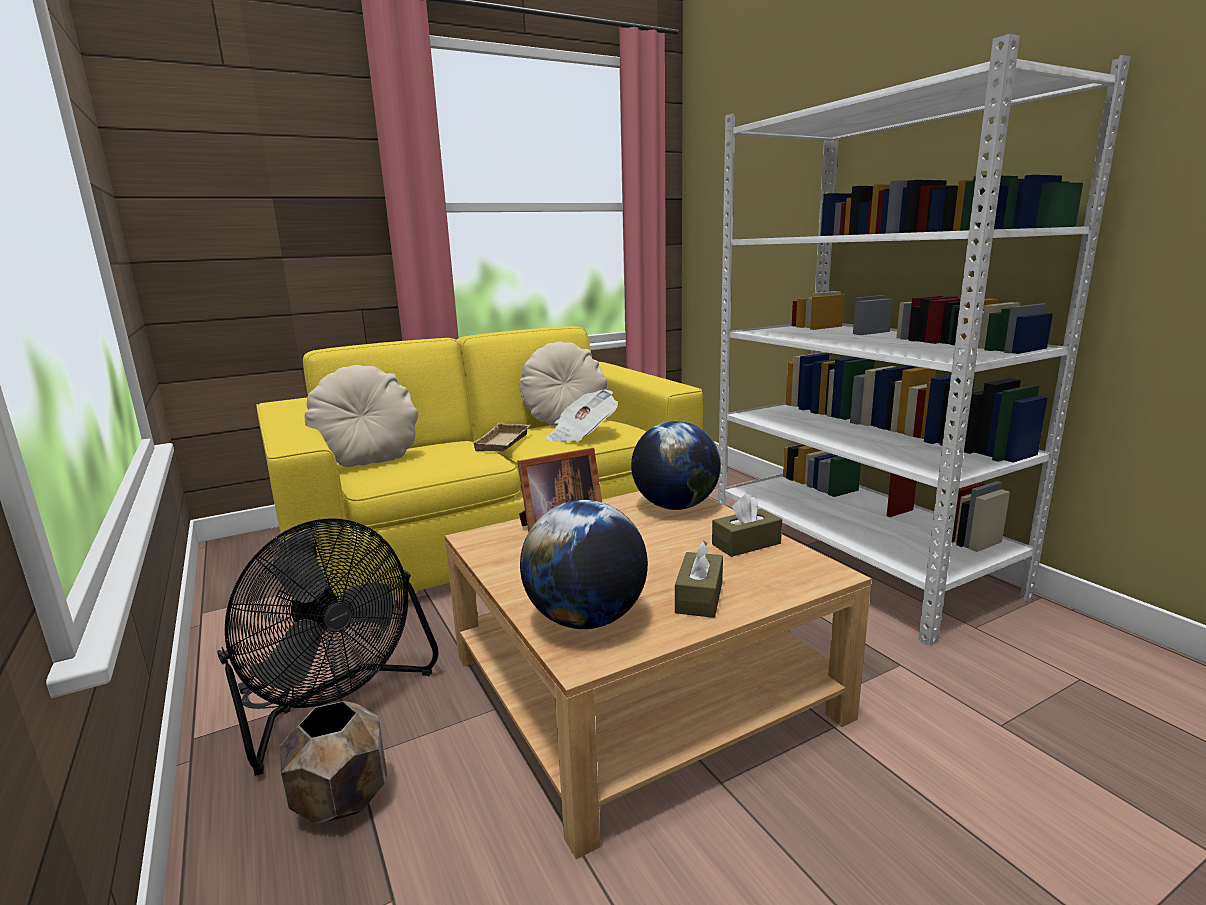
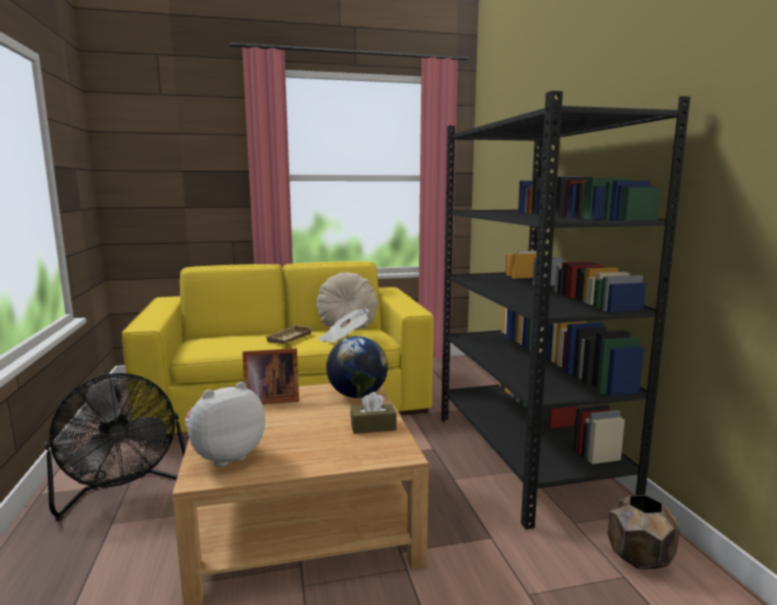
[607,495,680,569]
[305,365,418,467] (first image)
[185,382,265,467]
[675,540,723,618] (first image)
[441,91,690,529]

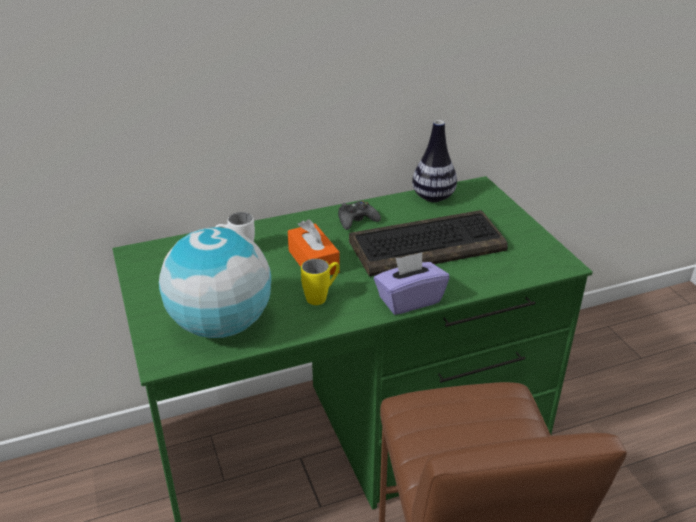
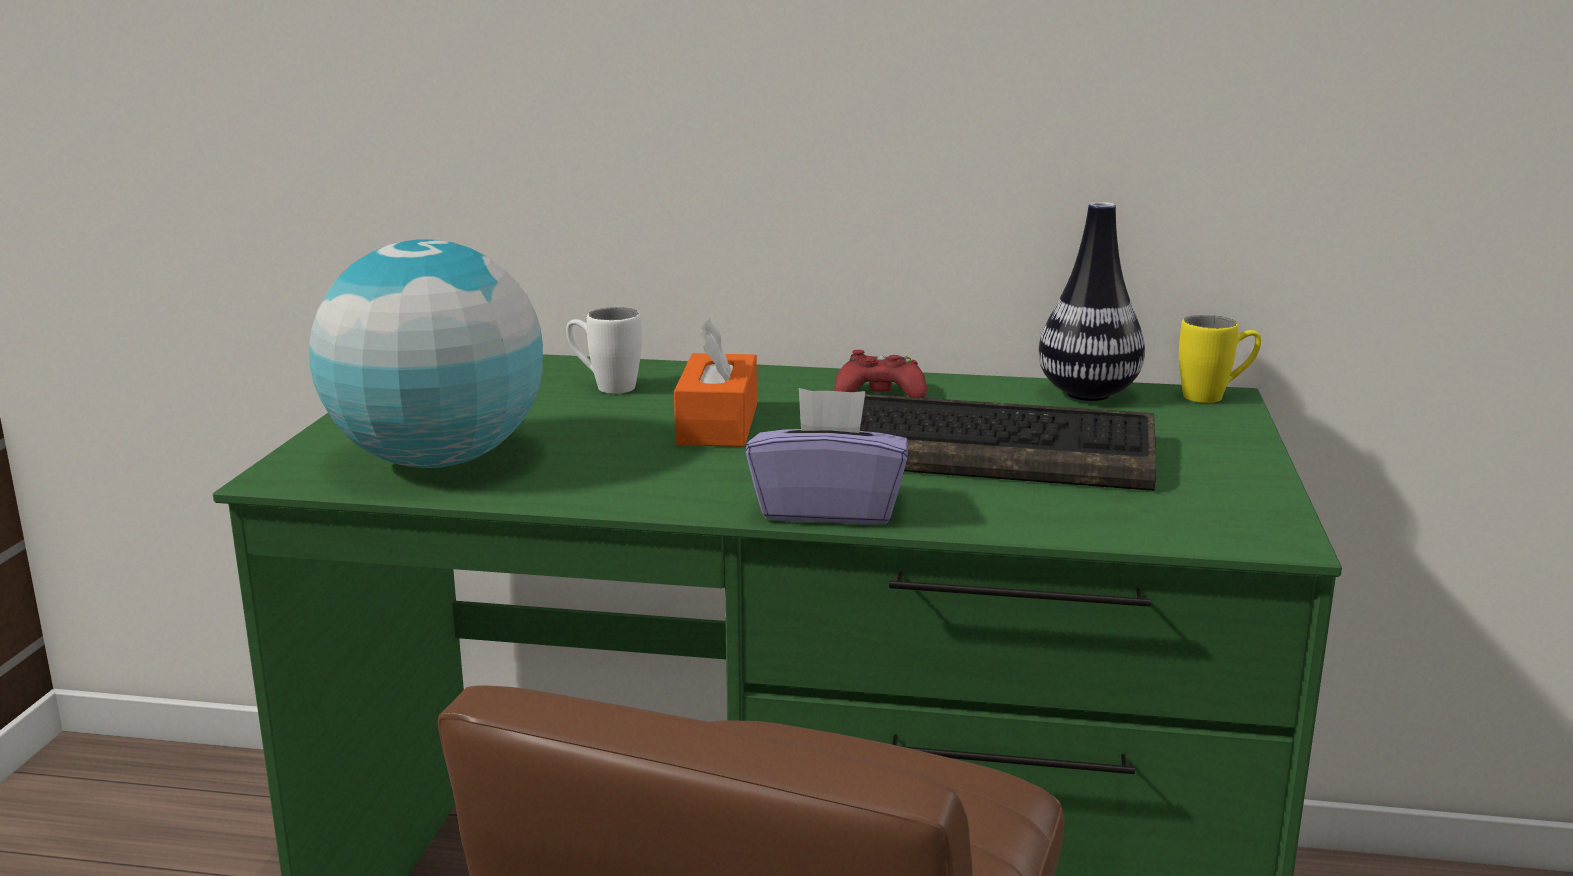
[1179,315,1261,403]
[834,350,927,398]

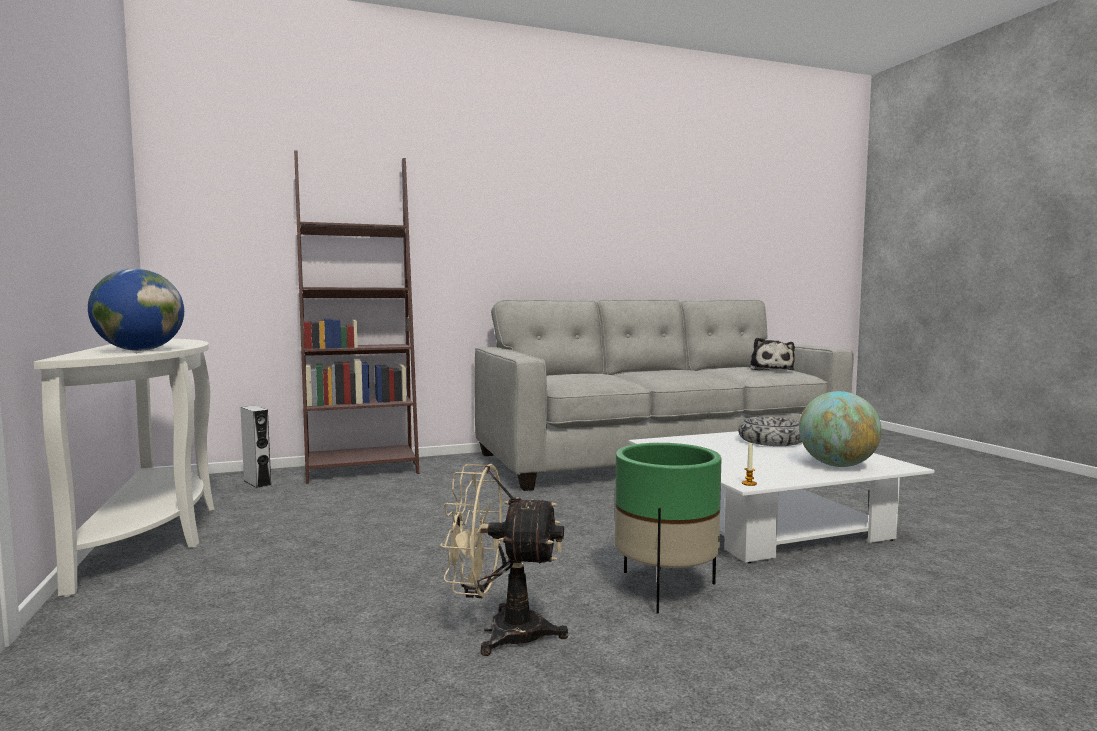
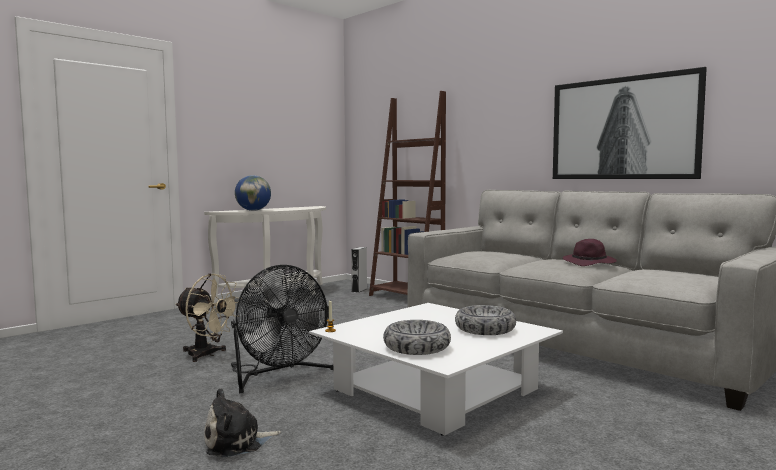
[175,274,242,362]
[231,265,333,393]
[204,388,281,457]
[383,320,451,355]
[553,67,707,179]
[563,239,617,266]

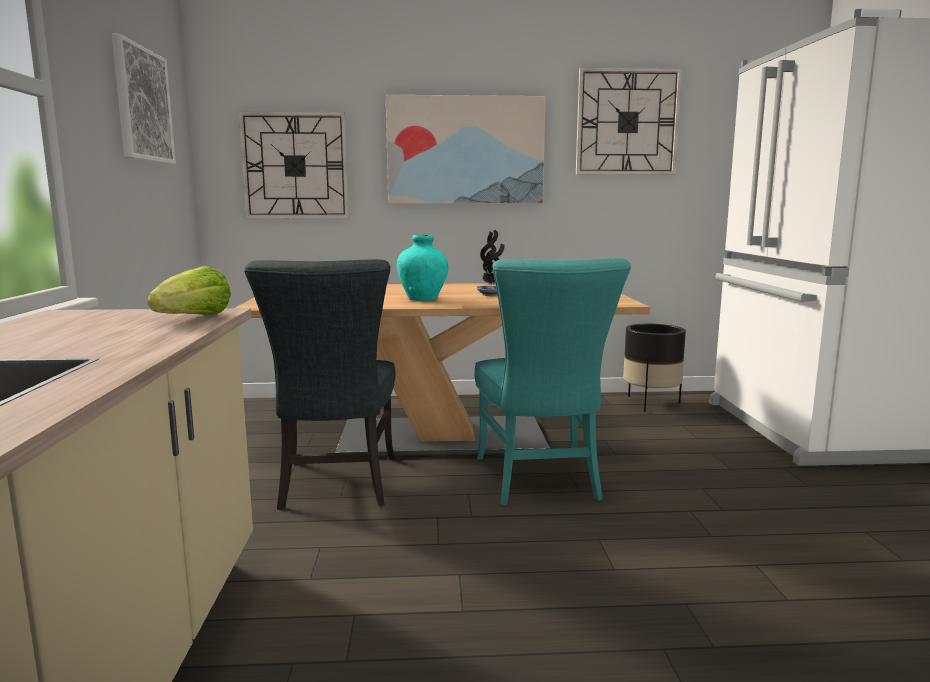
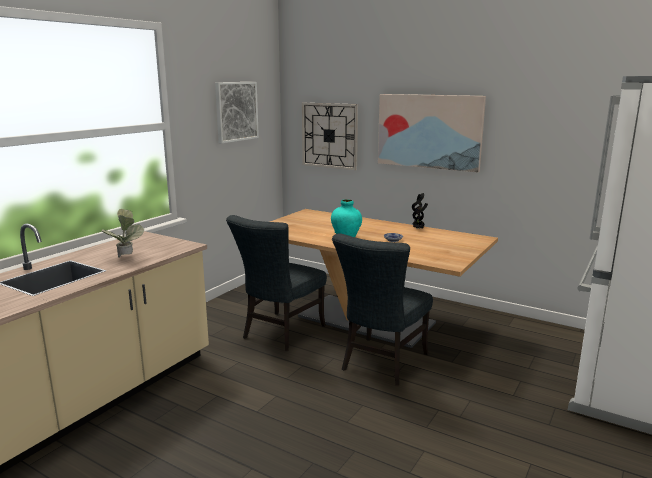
[147,266,231,315] (first image)
[332,233,433,386]
[576,67,682,175] (first image)
[623,324,686,412] (first image)
[101,209,144,258]

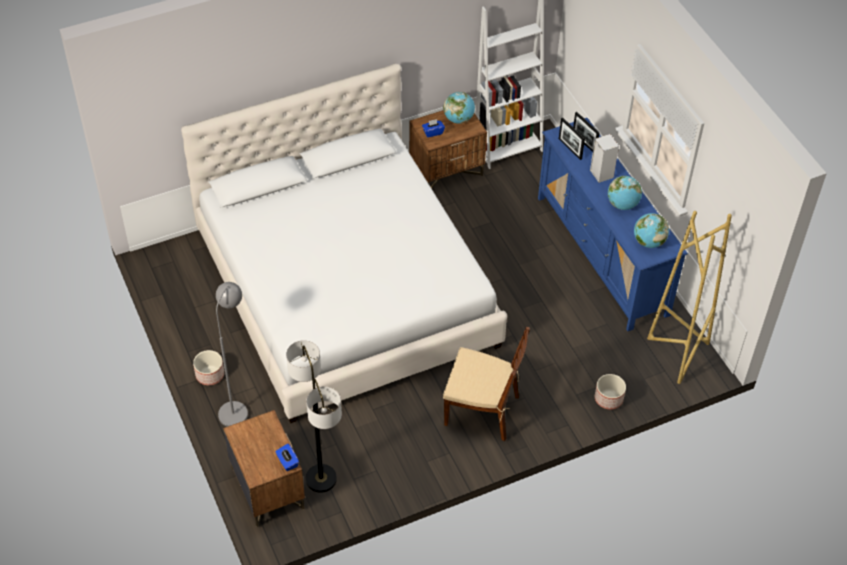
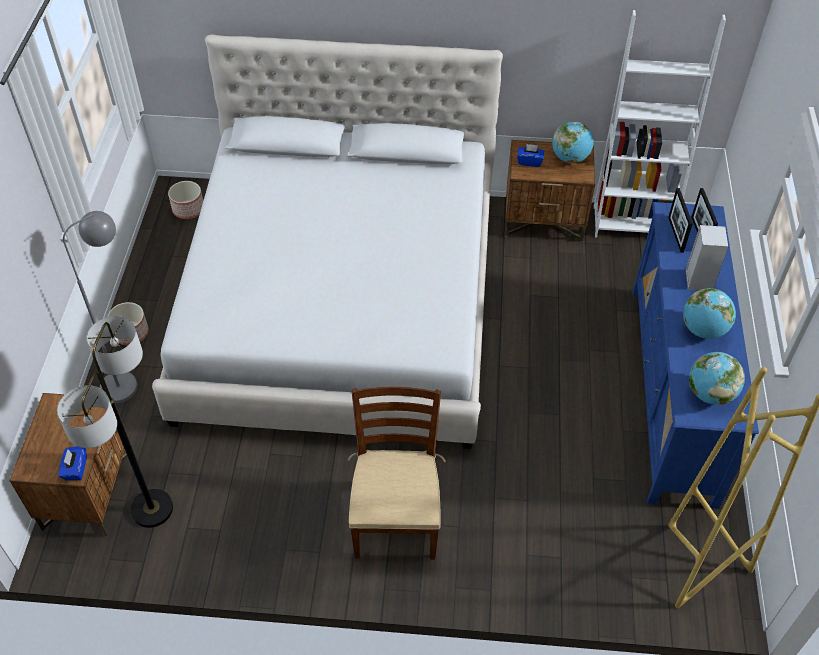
[348,387,445,560]
[168,181,203,219]

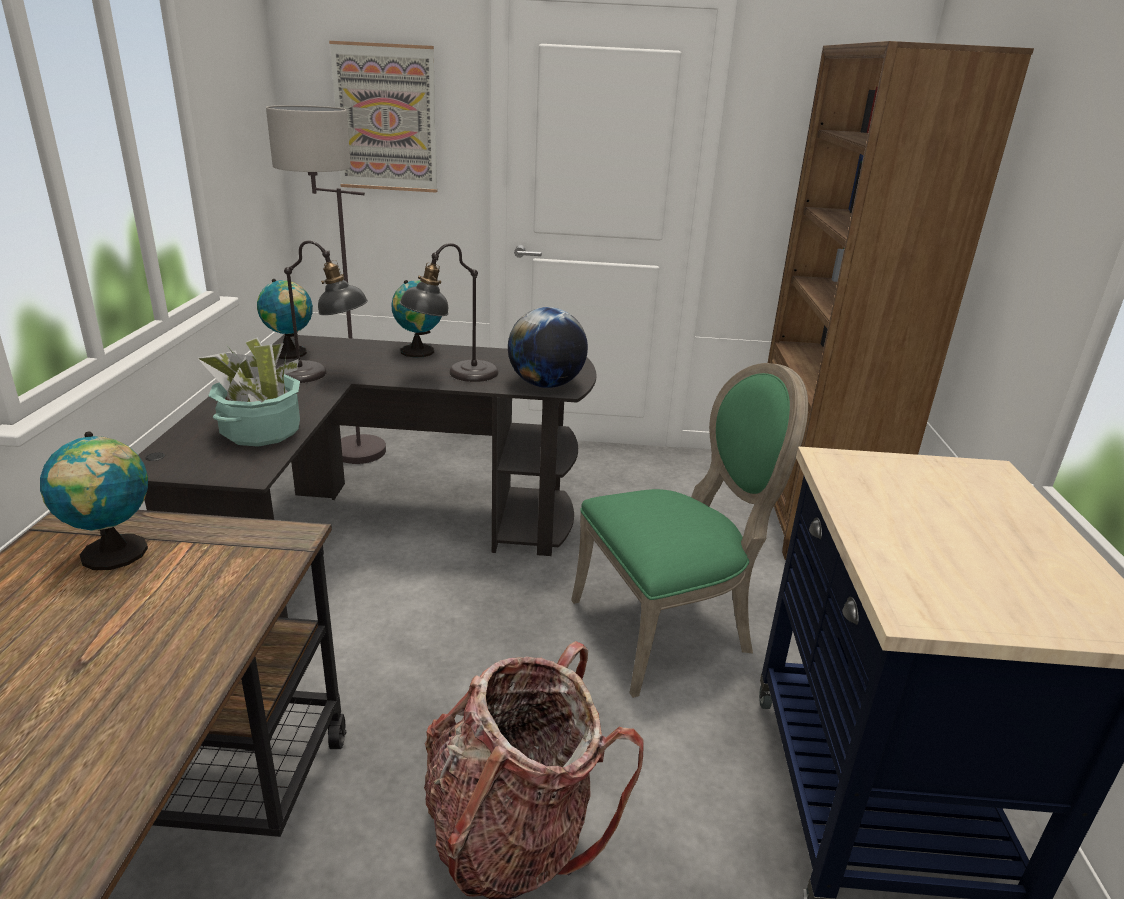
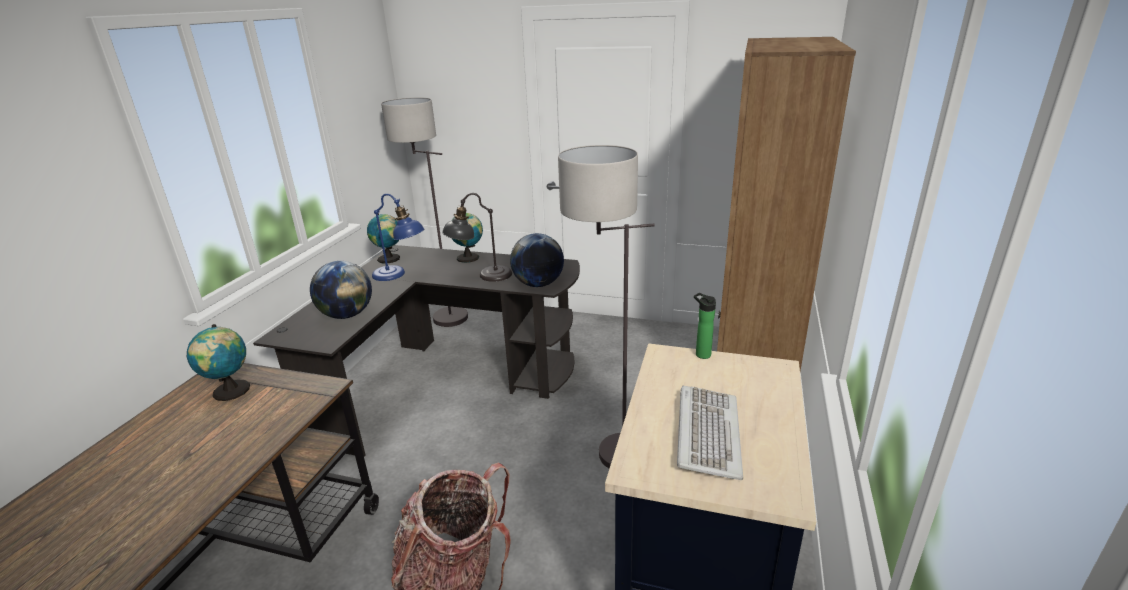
[310,261,372,319]
[372,194,424,281]
[329,41,437,193] (first image)
[558,145,655,468]
[677,386,743,480]
[694,293,716,359]

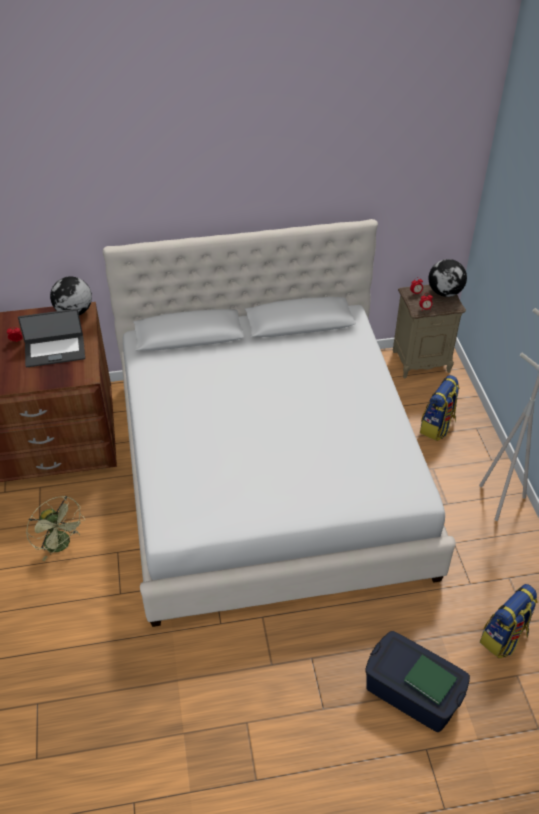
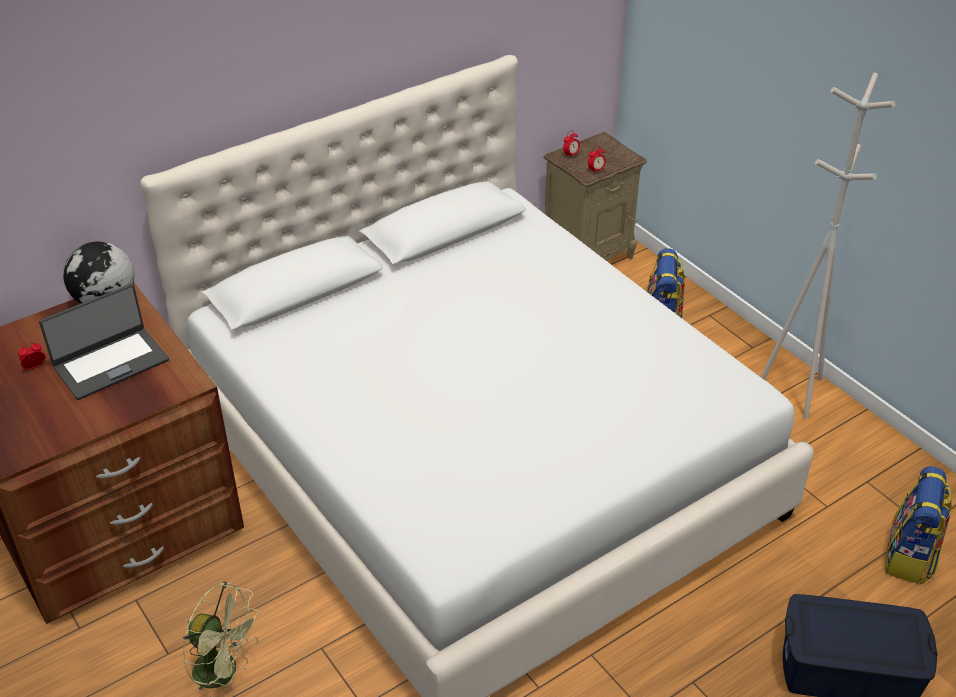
[404,655,457,705] (first image)
[428,259,467,297] (first image)

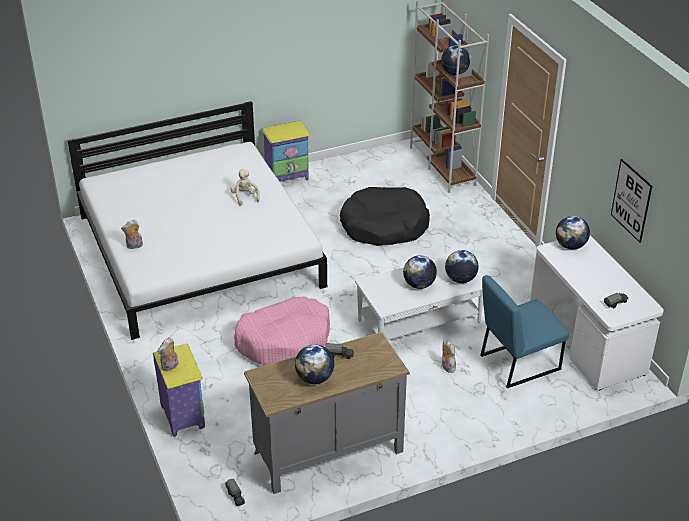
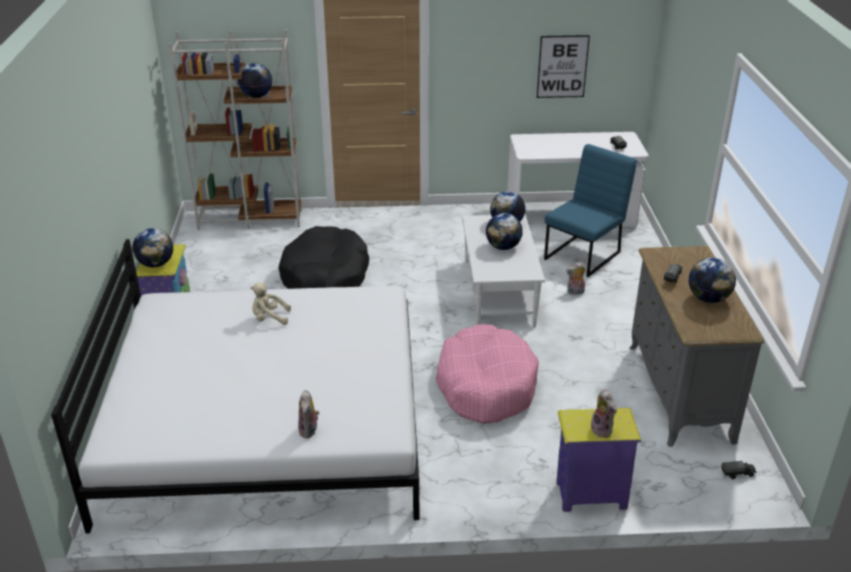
[544,144,637,277]
[132,228,173,267]

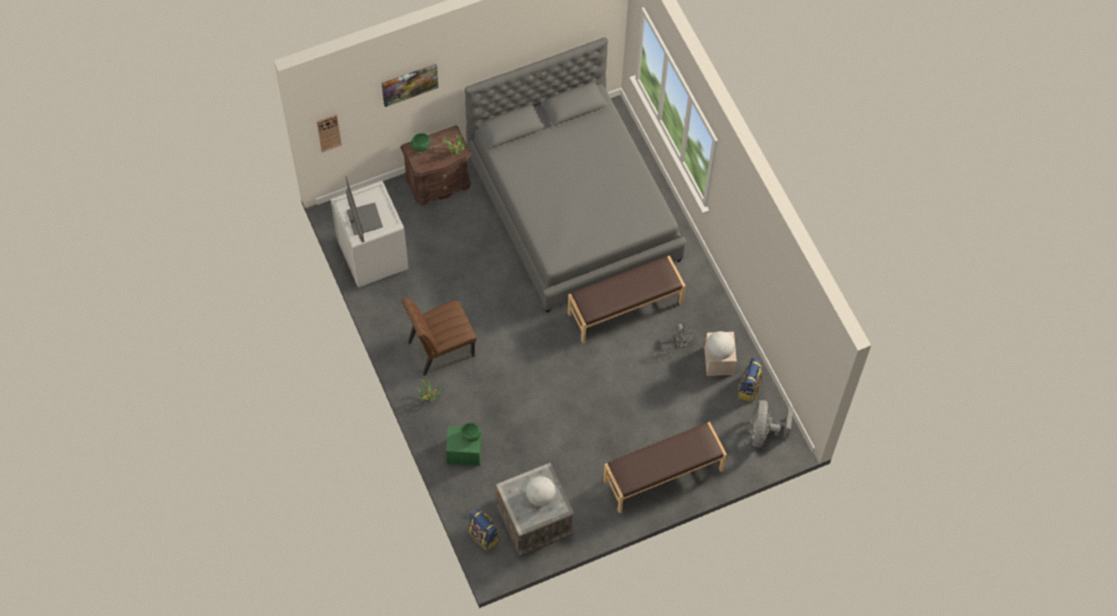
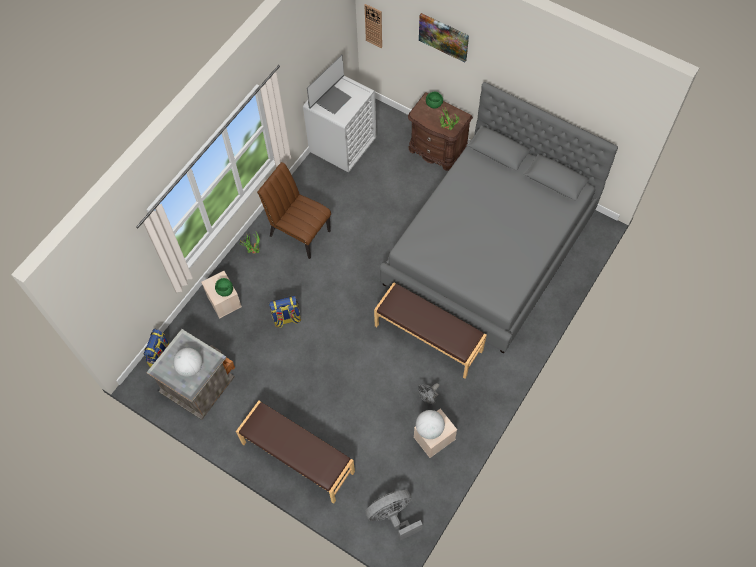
[201,271,242,319]
[269,296,301,328]

